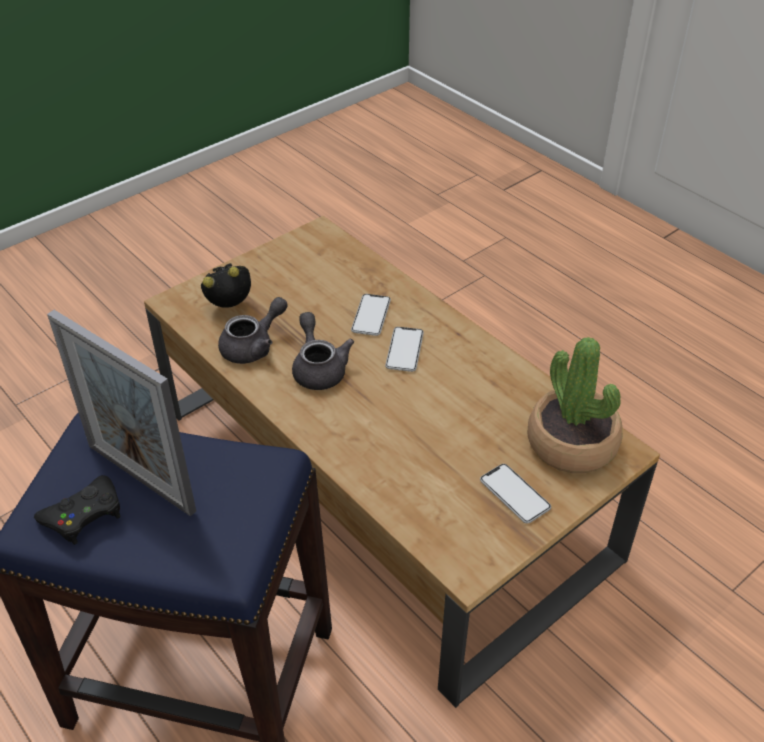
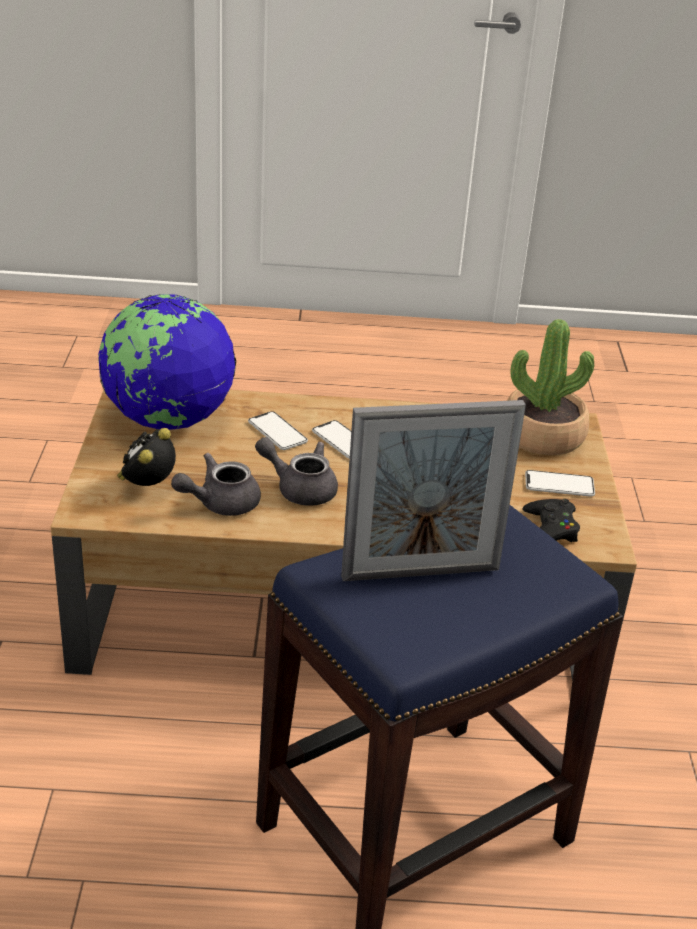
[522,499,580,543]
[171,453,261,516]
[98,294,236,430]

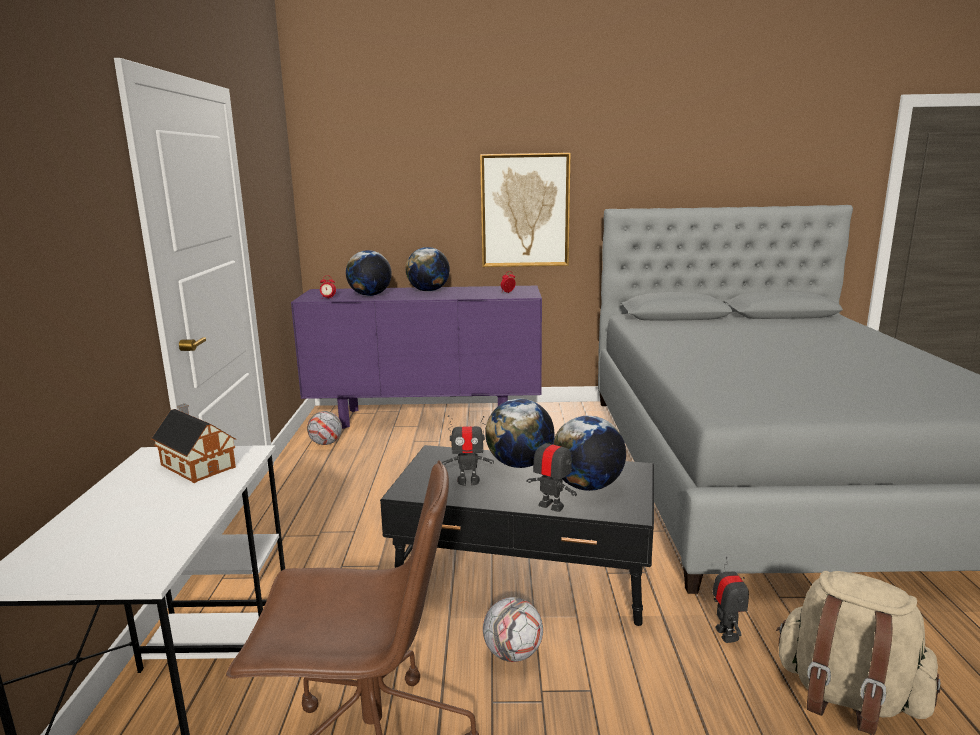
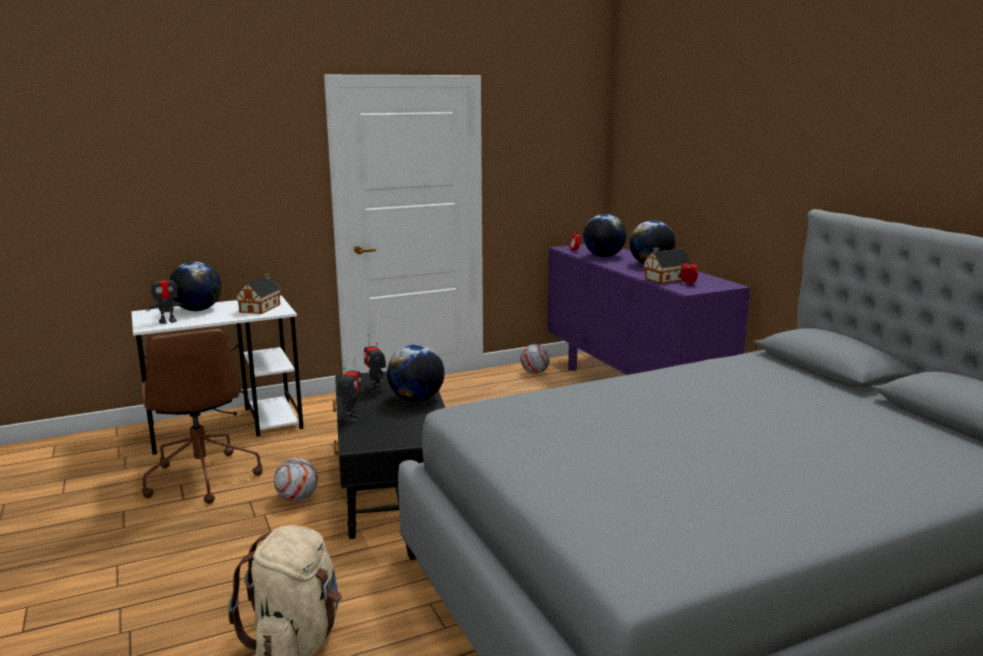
[480,153,571,267] (first image)
[169,261,222,311]
[146,271,186,324]
[643,248,692,284]

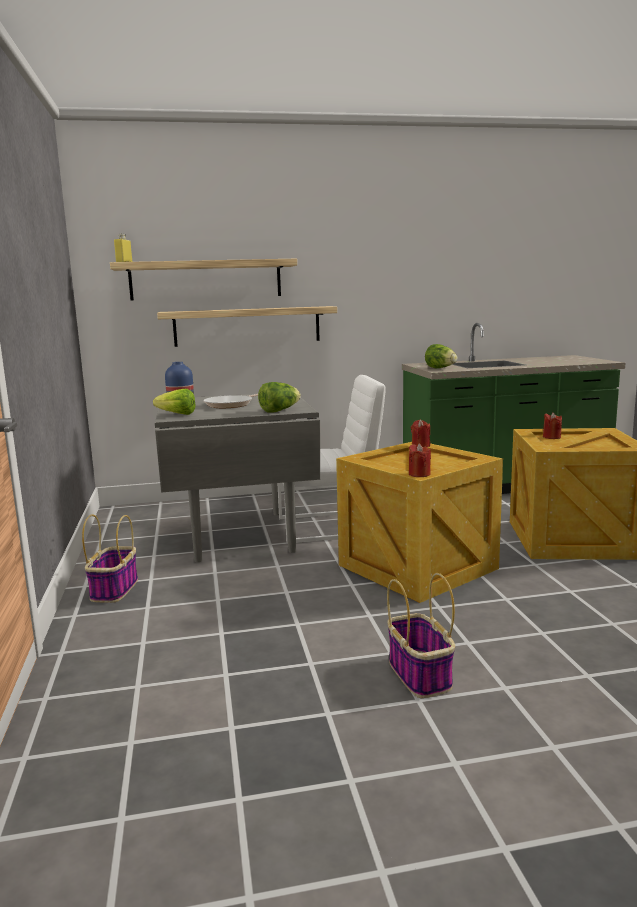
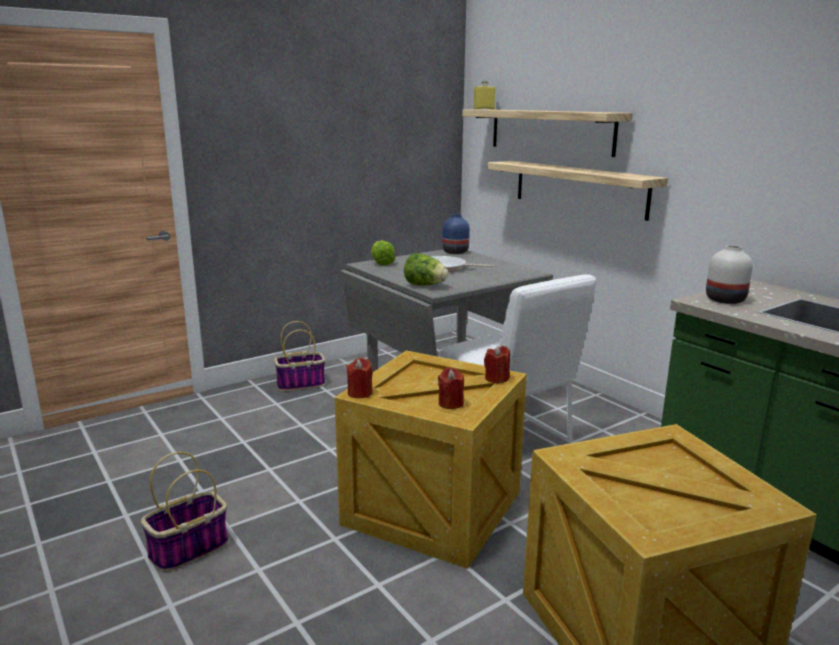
[706,245,753,304]
[438,367,464,409]

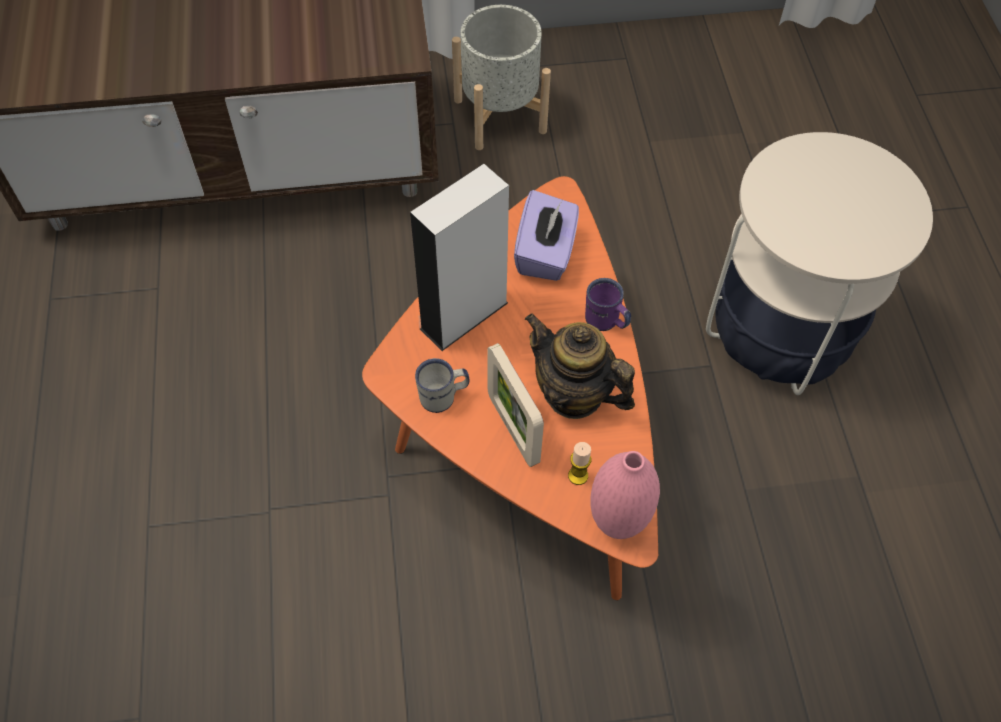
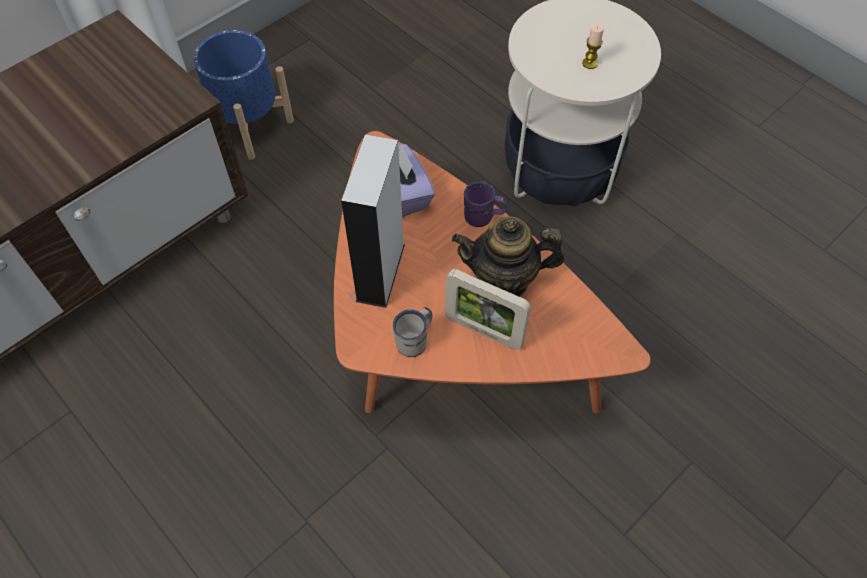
[193,30,294,160]
[582,24,604,69]
[590,451,660,539] (first image)

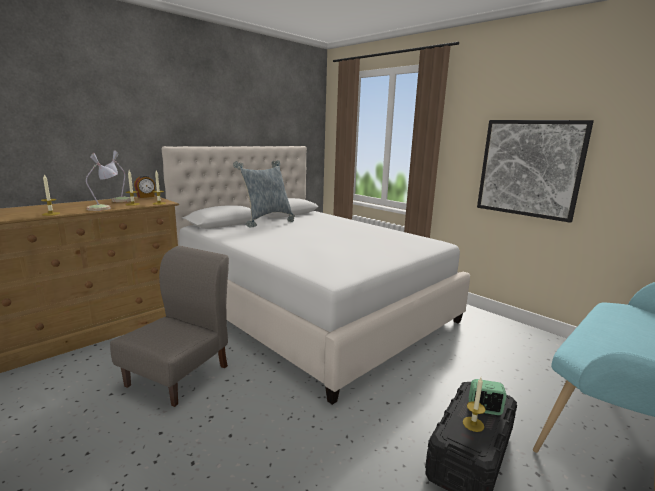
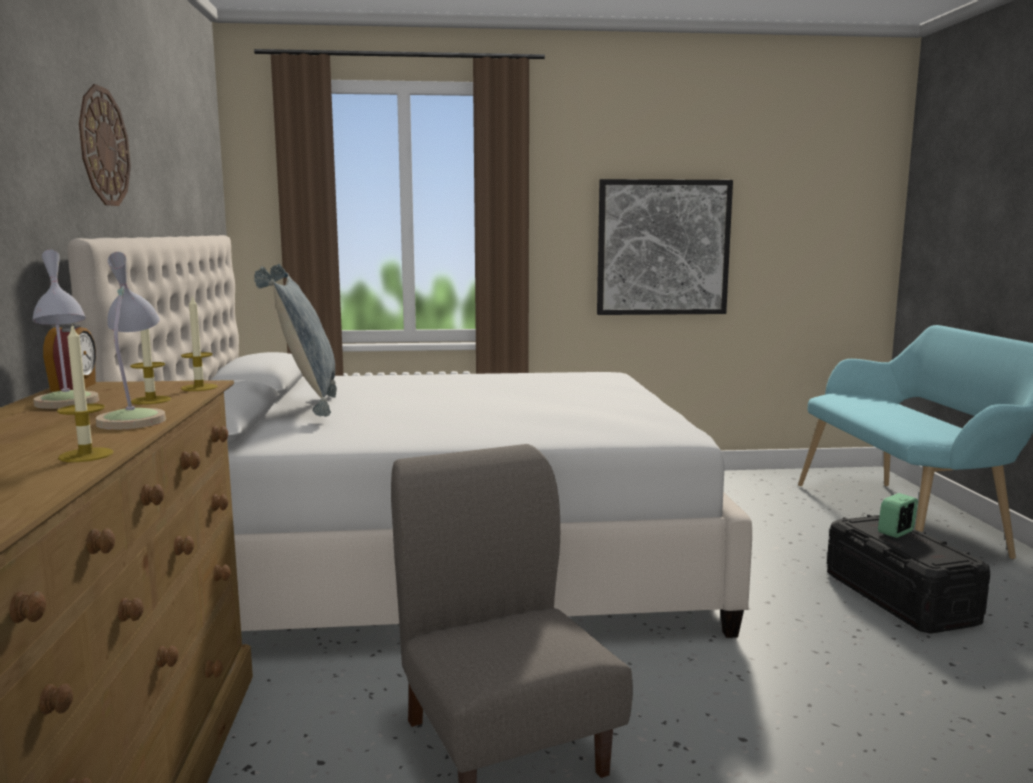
[463,378,486,432] (first image)
[79,84,131,206]

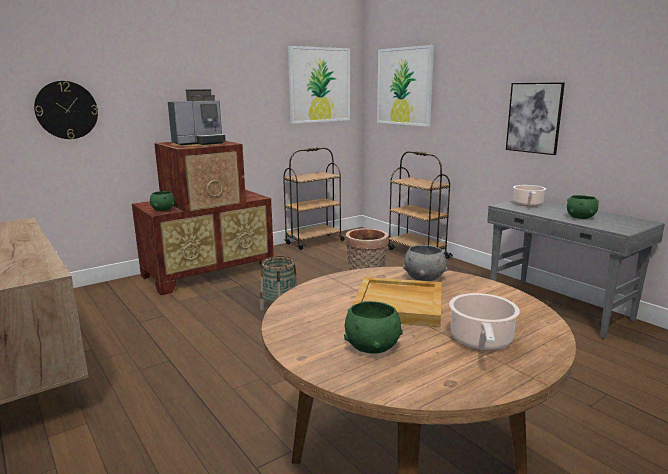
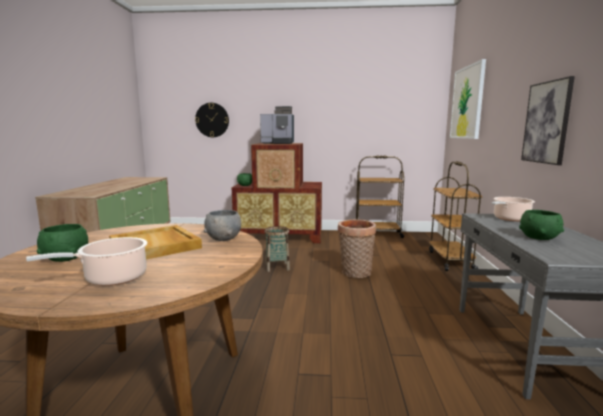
[288,46,350,124] (first image)

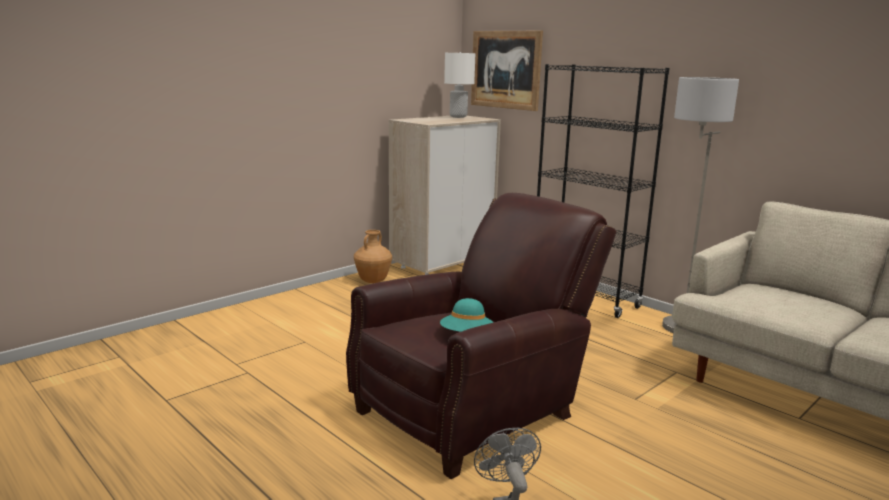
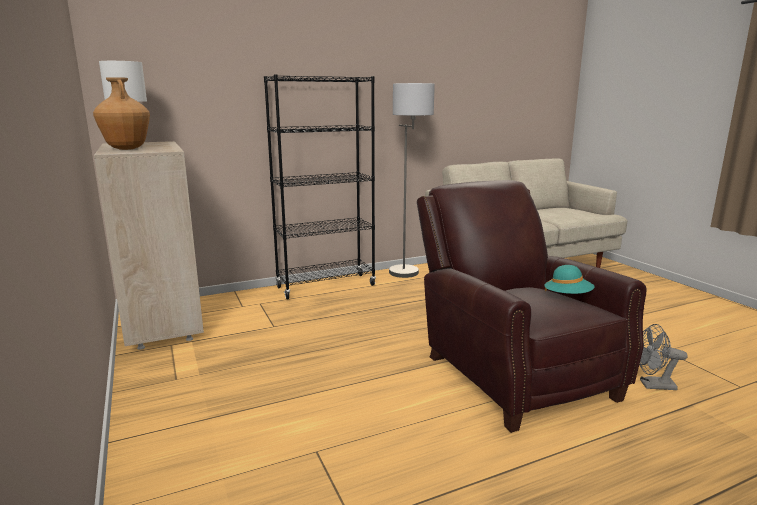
[93,77,150,150]
[471,31,543,111] (first image)

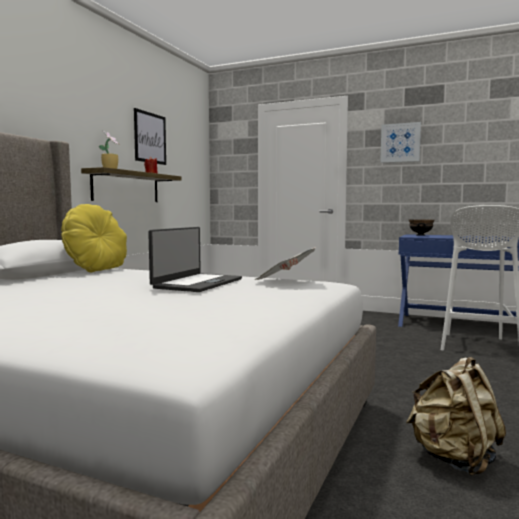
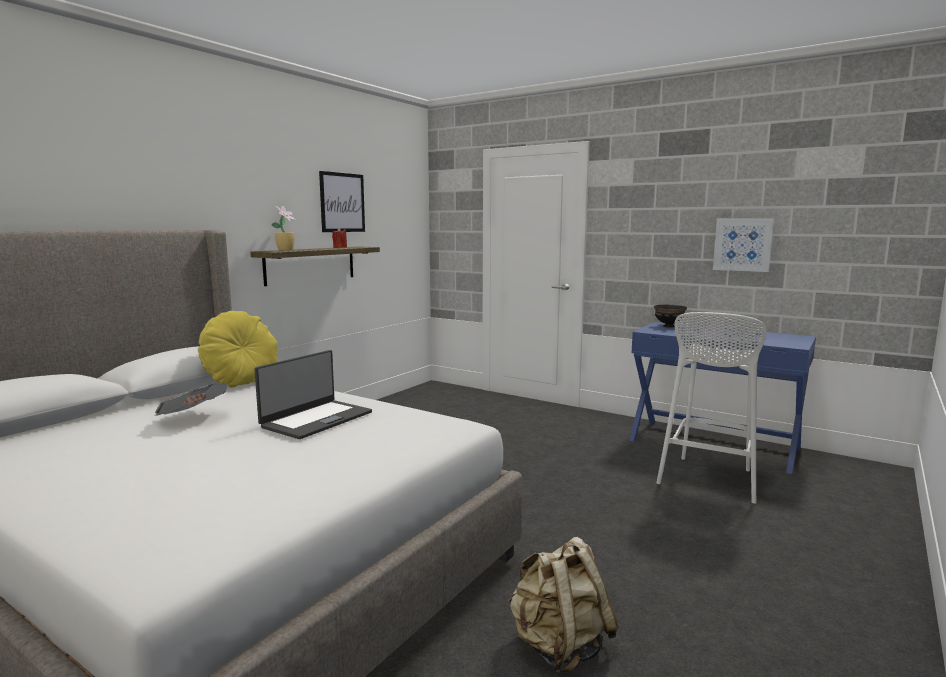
[155,383,228,416]
[713,218,774,272]

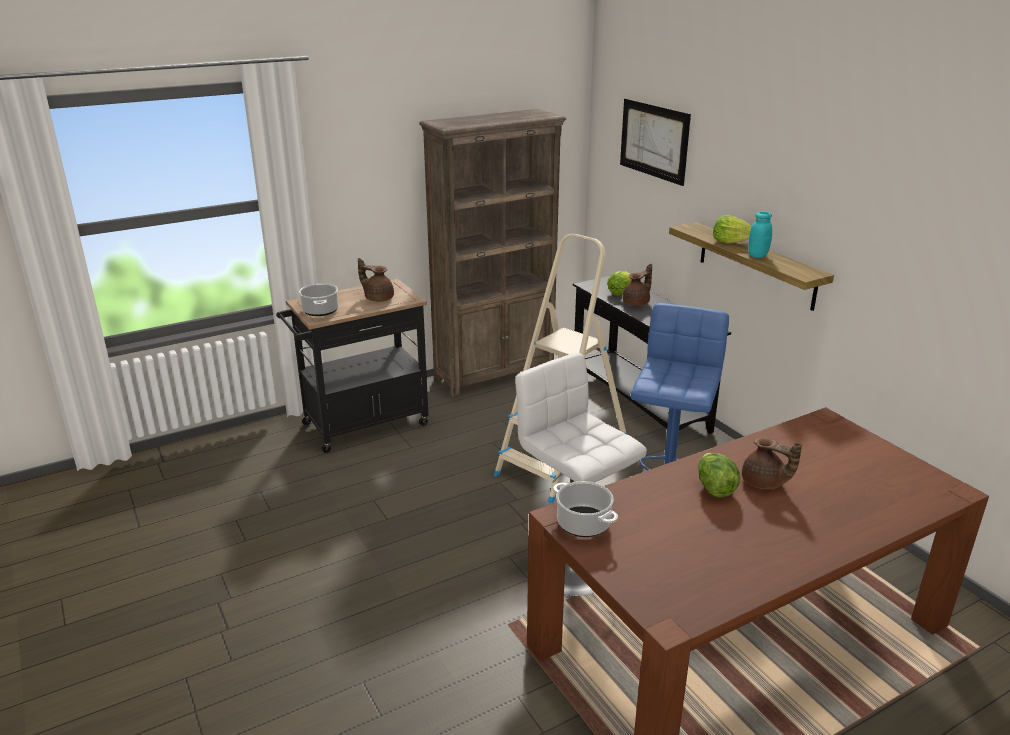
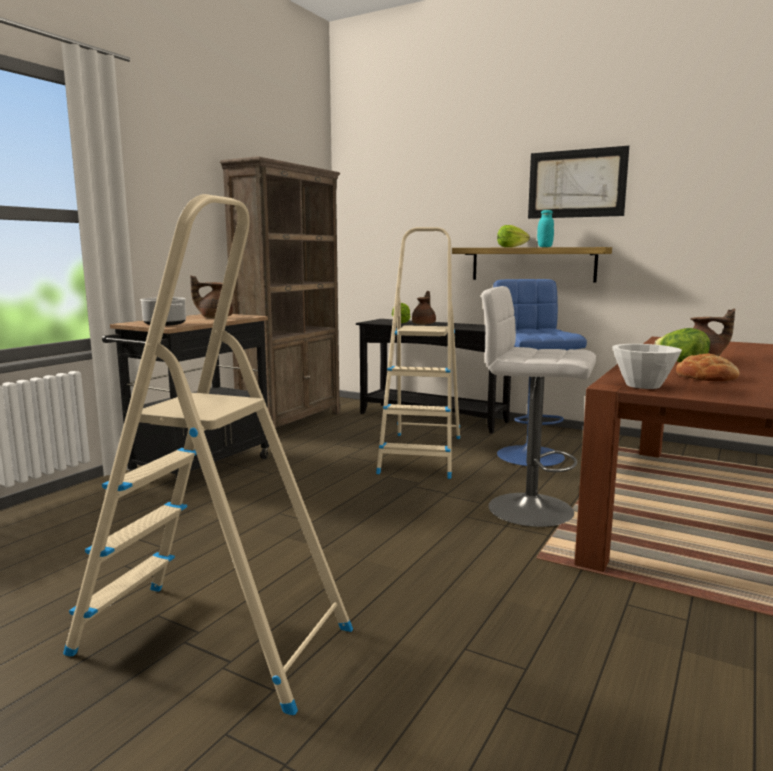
[612,344,682,389]
[528,146,629,219]
[63,194,353,715]
[676,353,740,381]

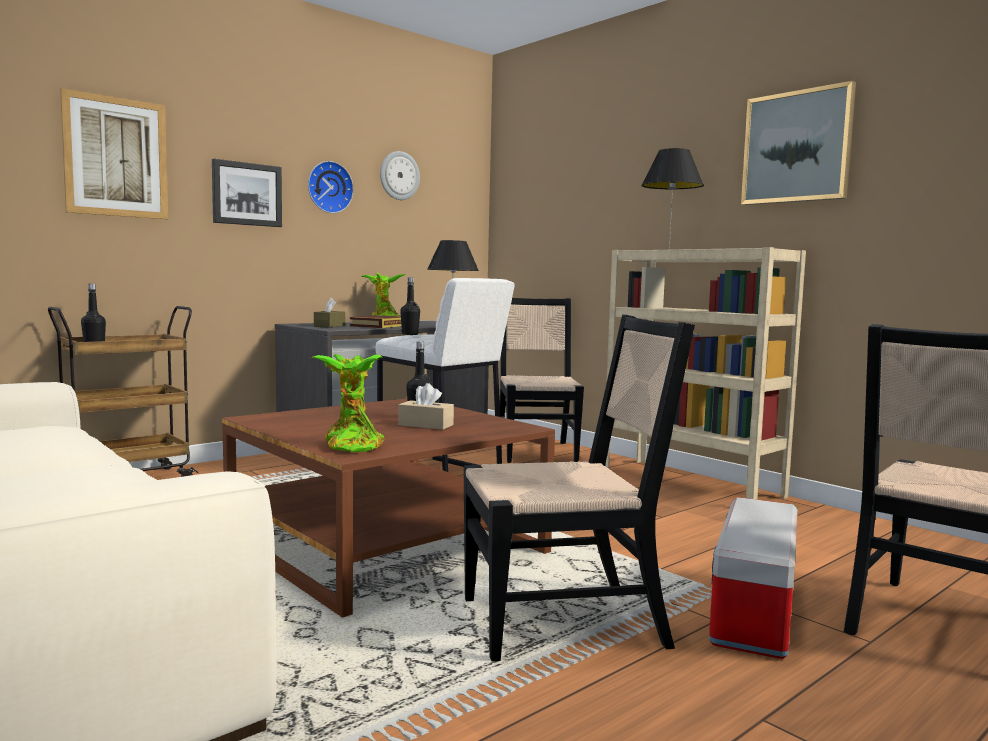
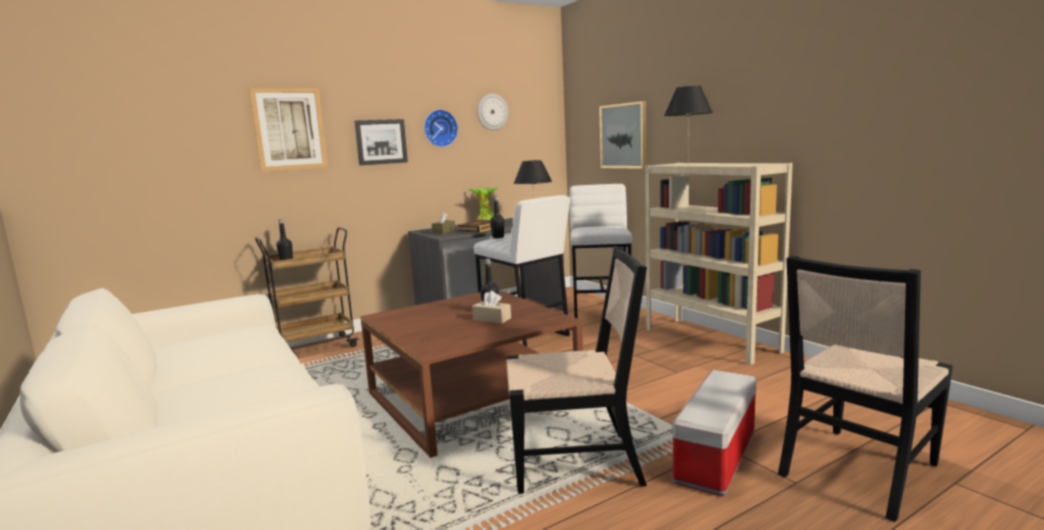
[311,354,384,452] (first image)
[570,184,632,319]
[599,101,647,169]

